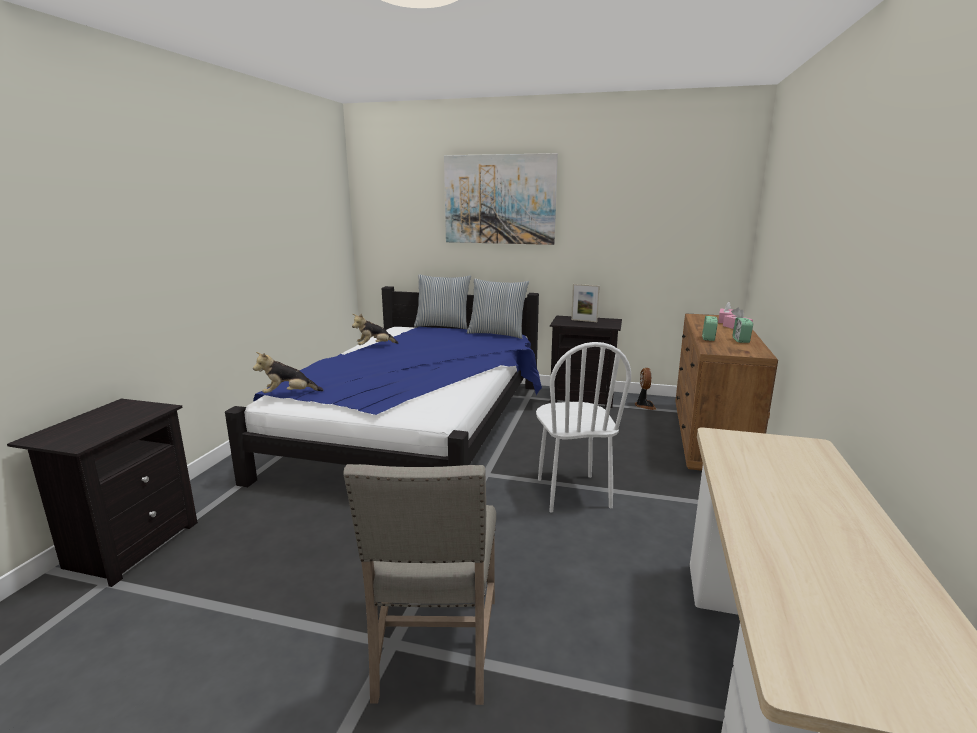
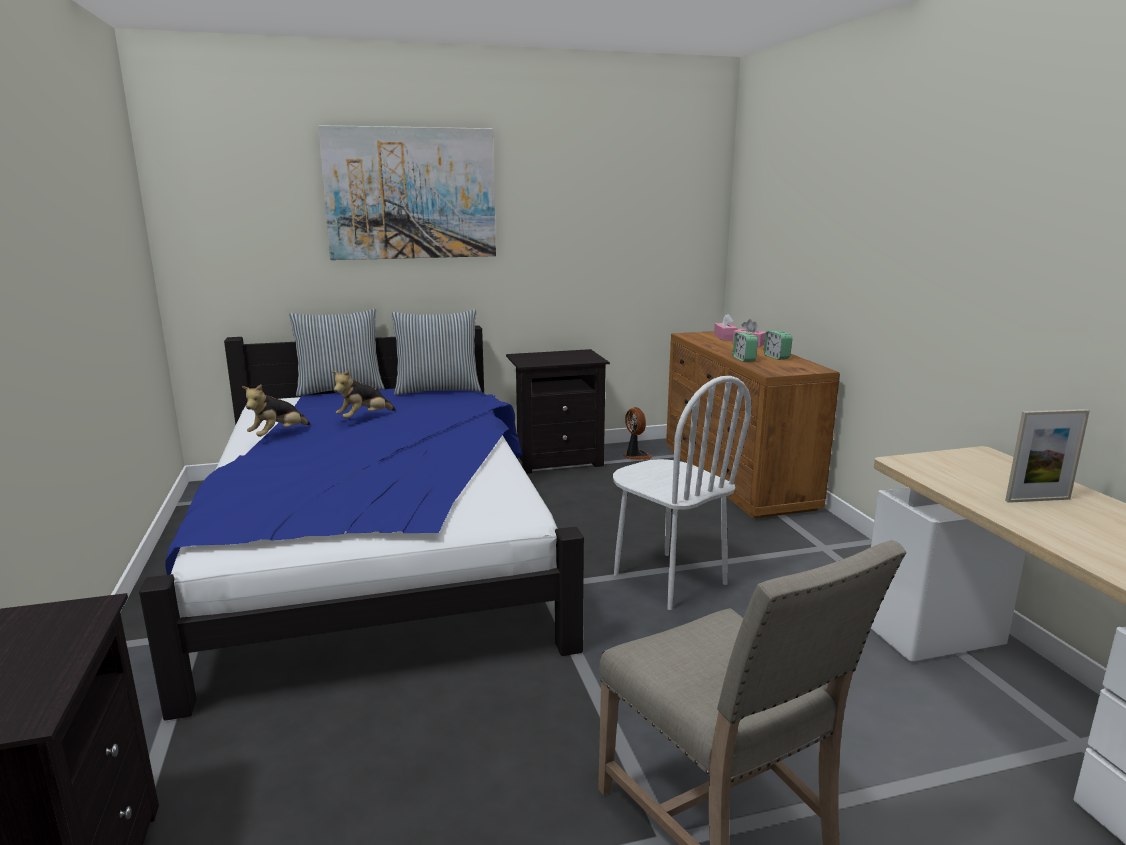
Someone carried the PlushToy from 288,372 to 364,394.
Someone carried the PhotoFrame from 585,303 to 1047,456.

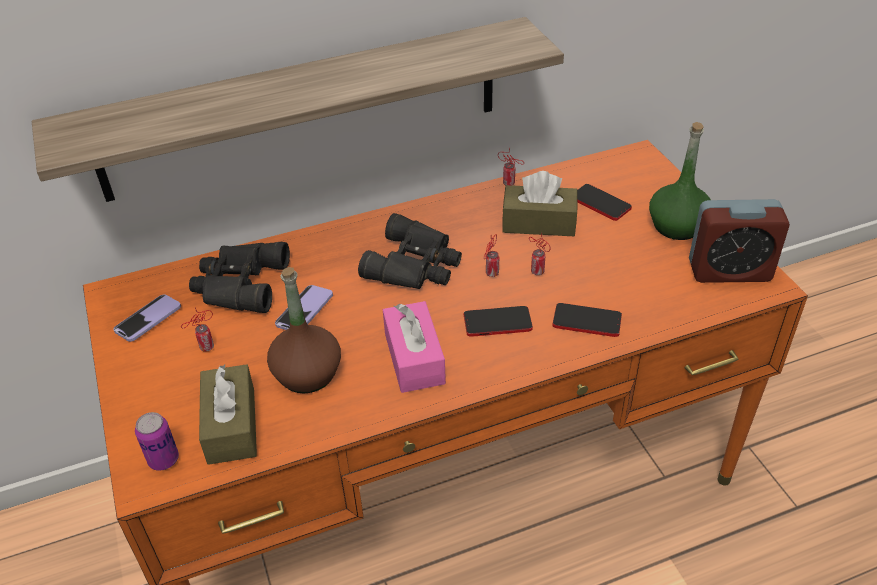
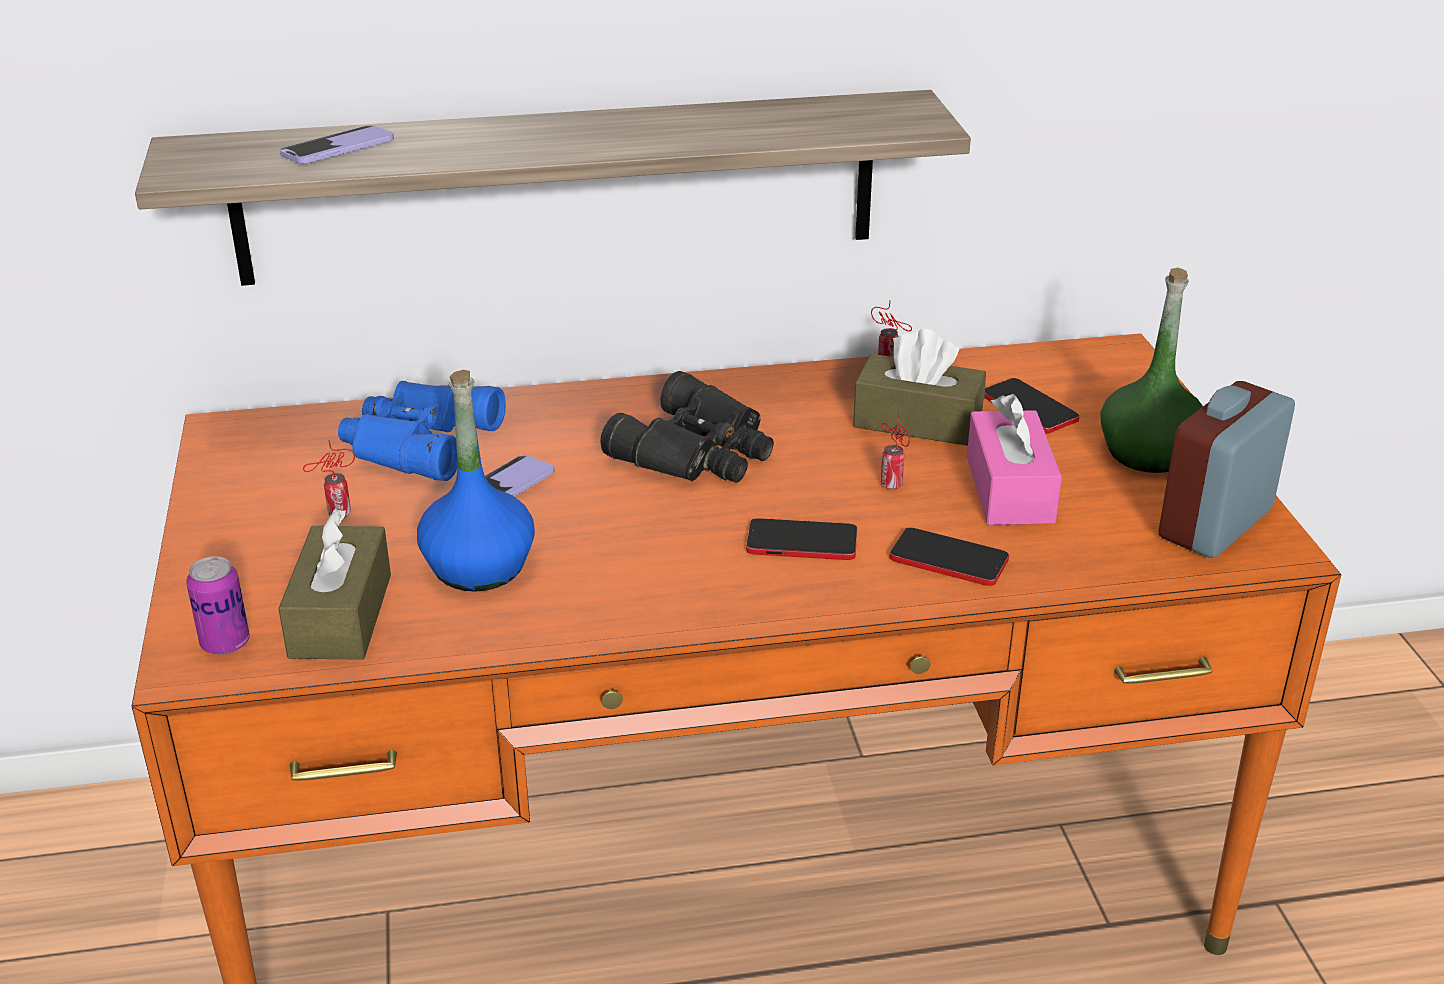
Someone carried the Telephone from 147,318 to 337,144.
Someone repainted the BlackColouredFieldGlasses at 239,277, which became the BlueFieldGlasses at 422,431.
Someone repainted the BrownBottle at 304,330, which became the BlueBottle at 476,481.
Someone carried the PinkColouredBoxOfTissues from 414,347 to 1014,459.
Someone took away the MetalCan at 491,255.
Someone rotated the BedsideClock at 739,241 by 120 degrees clockwise.

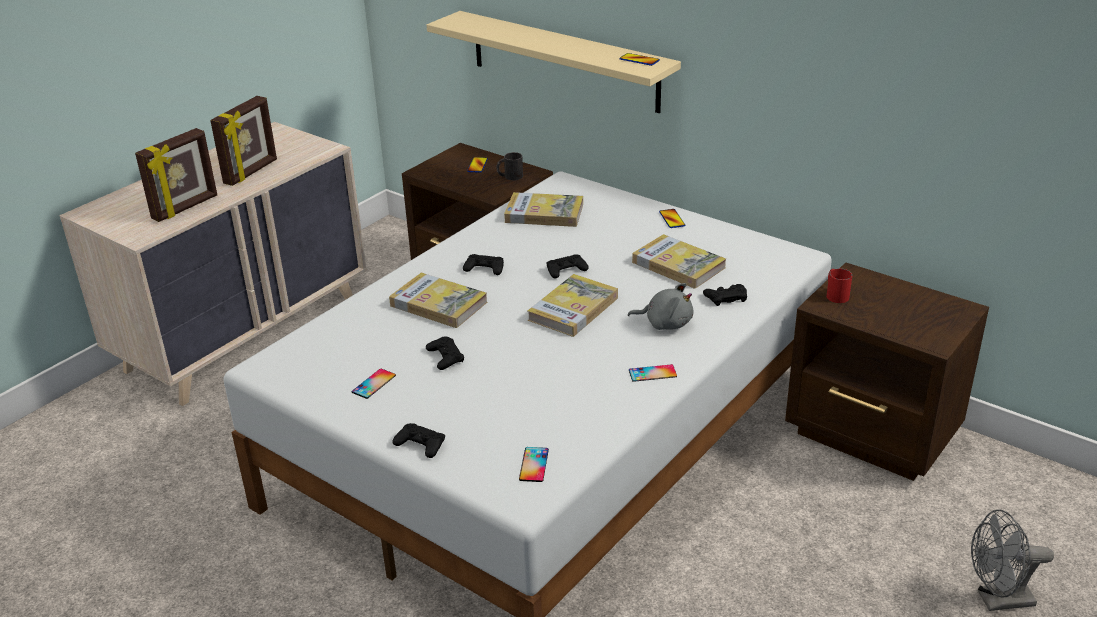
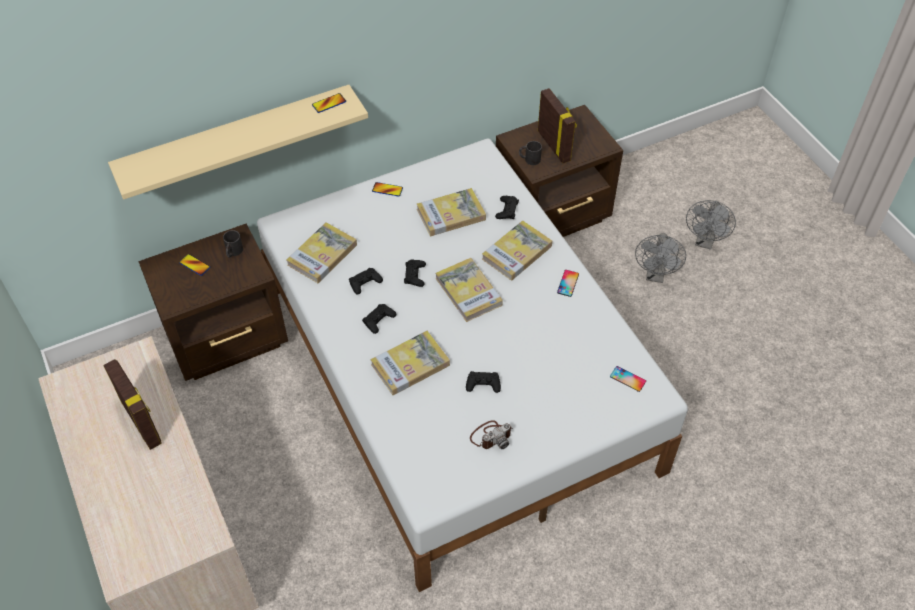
Someone carried the PhotoFrame from 176,175 to 557,126.
Someone swapped the Telephone at 374,384 for the StillCamera at 491,434.
Someone carried the BlackColouredGameController from 418,440 to 366,281.
Someone swapped the GreyPlushToy at 661,306 for the BoundBook at 517,250.
Someone repainted the RedColouredTeaMug at 839,285, which became the BlackColouredTeaMug at 530,153.
Someone put down the GreyCoolingFan at 660,258.

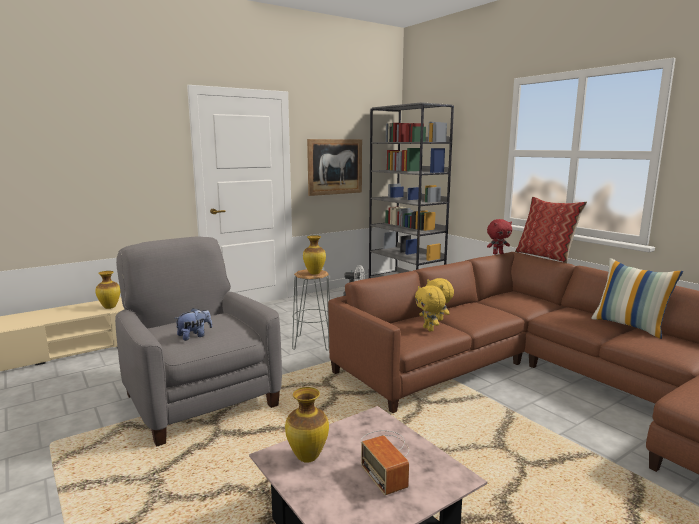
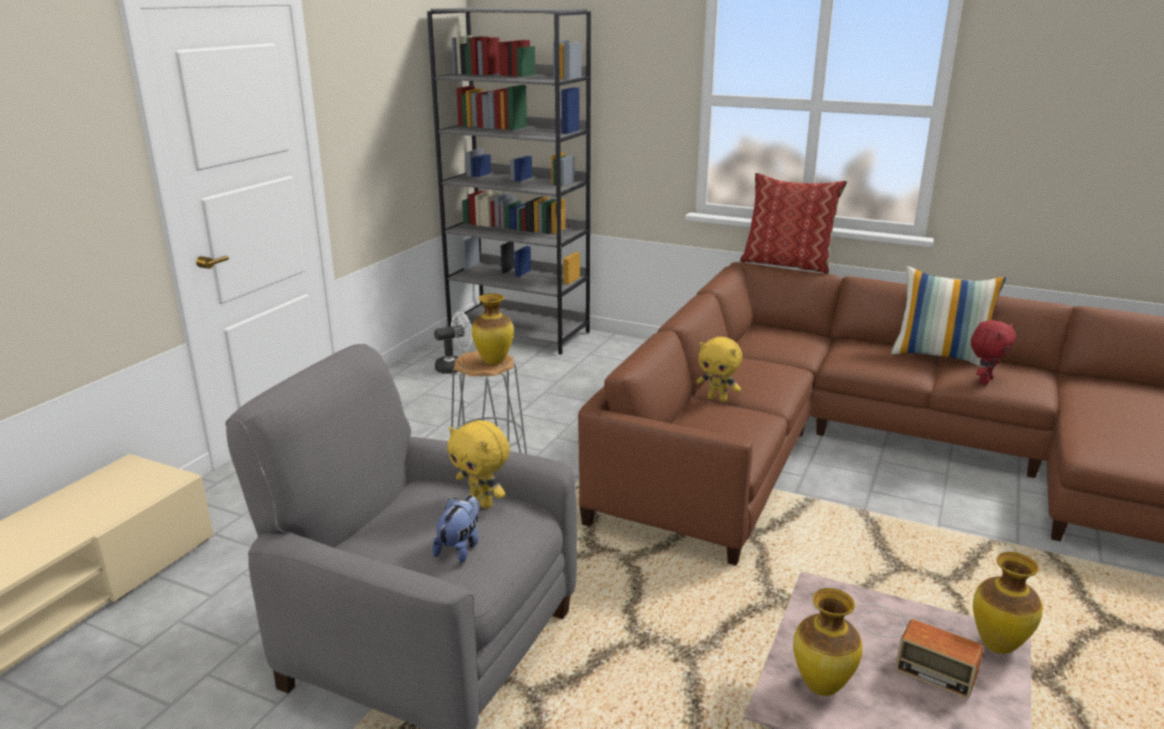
Someone carried the DecorativeVase from 107,290 to 1008,603.
Someone took away the Picture at 334,167.
Someone carried the YellowishPlushToy from 430,308 to 478,464.
Someone carried the RedColouredPlushToy from 499,237 to 993,352.

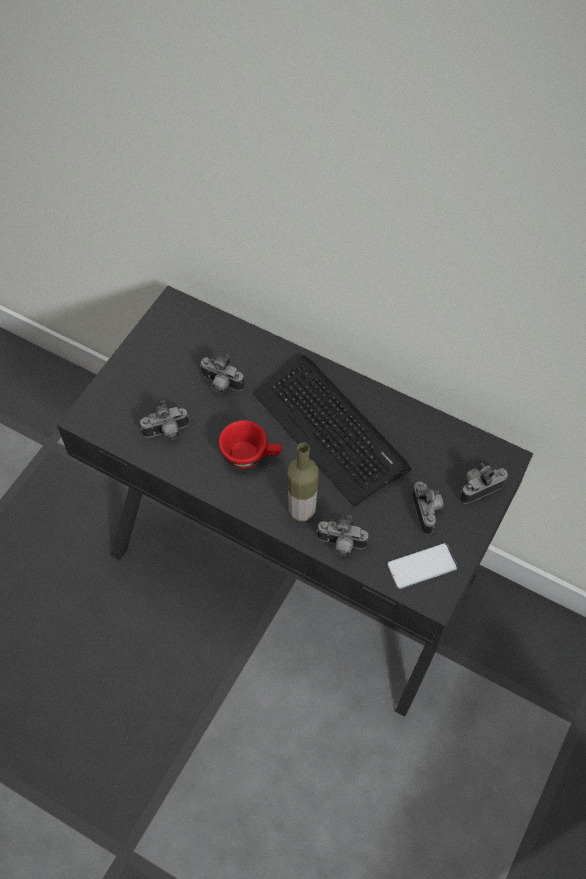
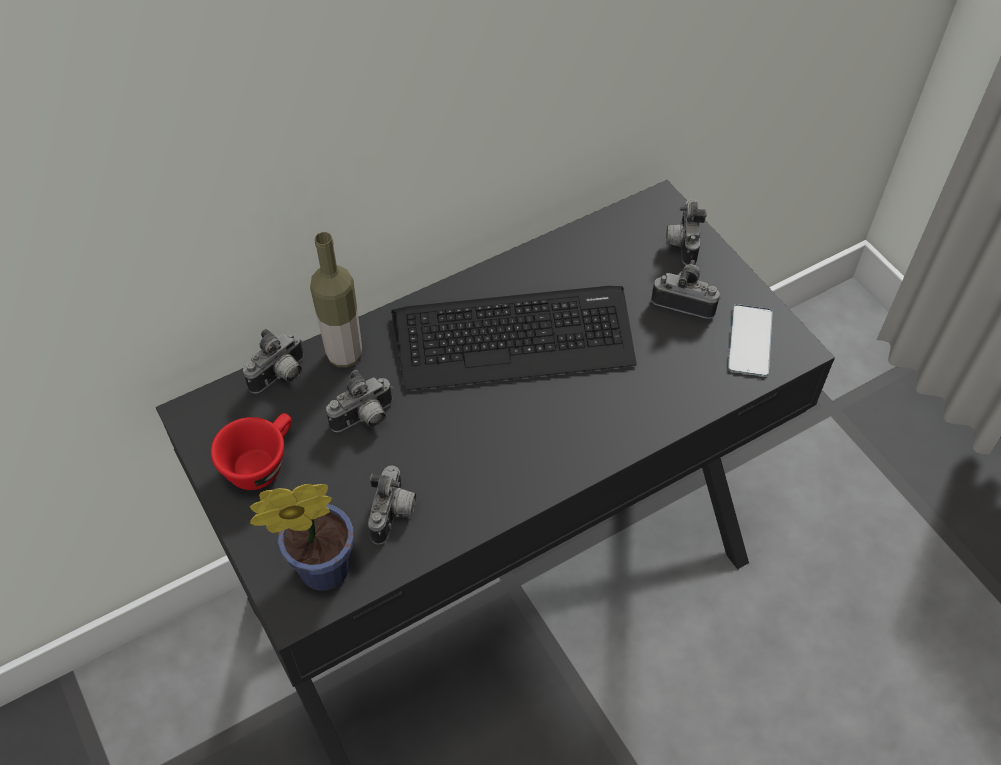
Someone carried the RedColouredCup from 250,444 to 251,451.
Someone carried the Bottle from 302,482 to 336,299.
Someone carried the StillCamera from 343,535 to 273,361.
Someone put down the PlantInAPot at 301,537.

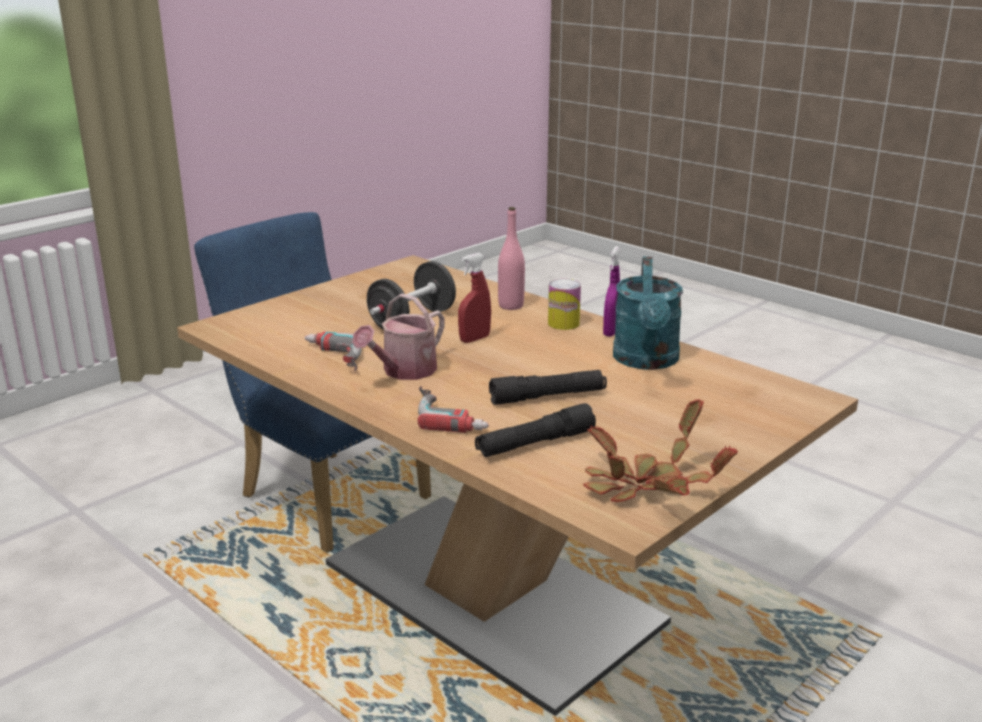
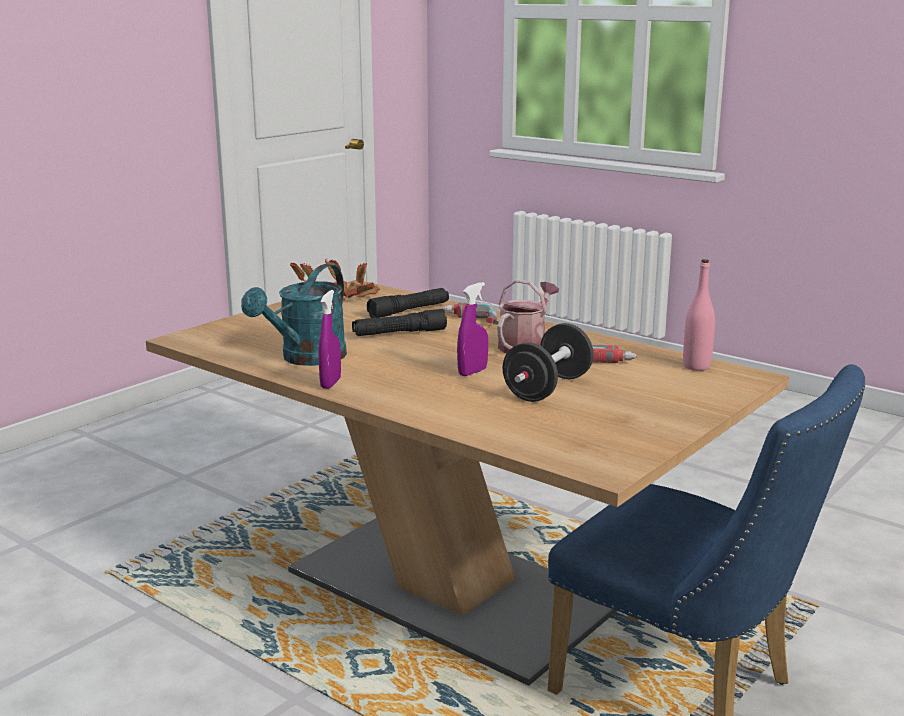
Someone repainted the RedColouredSprayBottle at 474,298, which became the PurplishSprayBottle at 472,329.
Someone carried the PinkColouredBottle from 511,258 to 699,315.
Someone took away the MetalCan at 564,304.
Someone rotated the TurquoiseColouredSprinklingCan at 648,313 by 150 degrees counterclockwise.

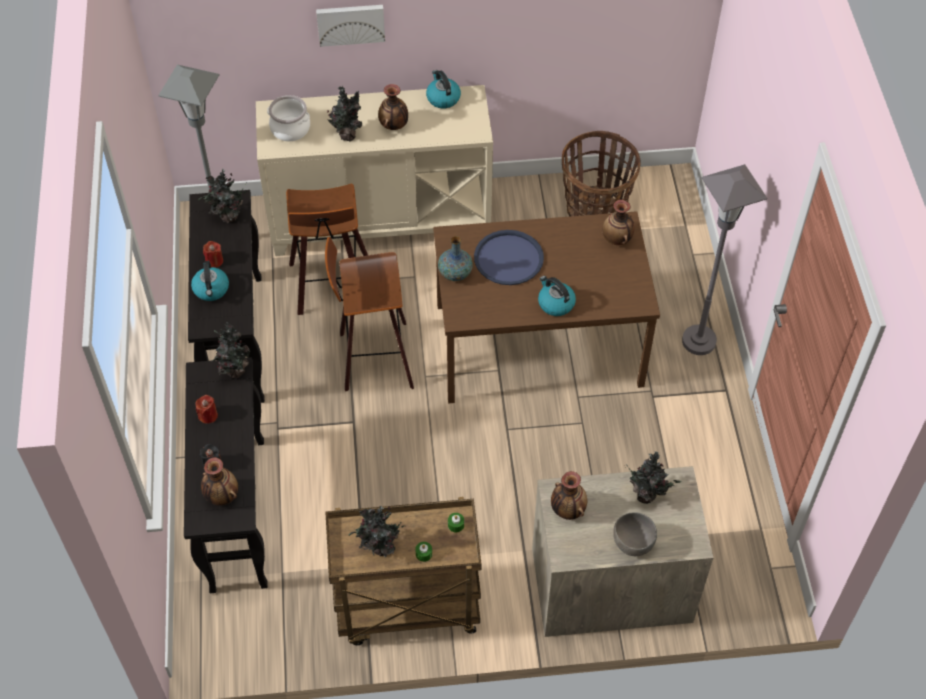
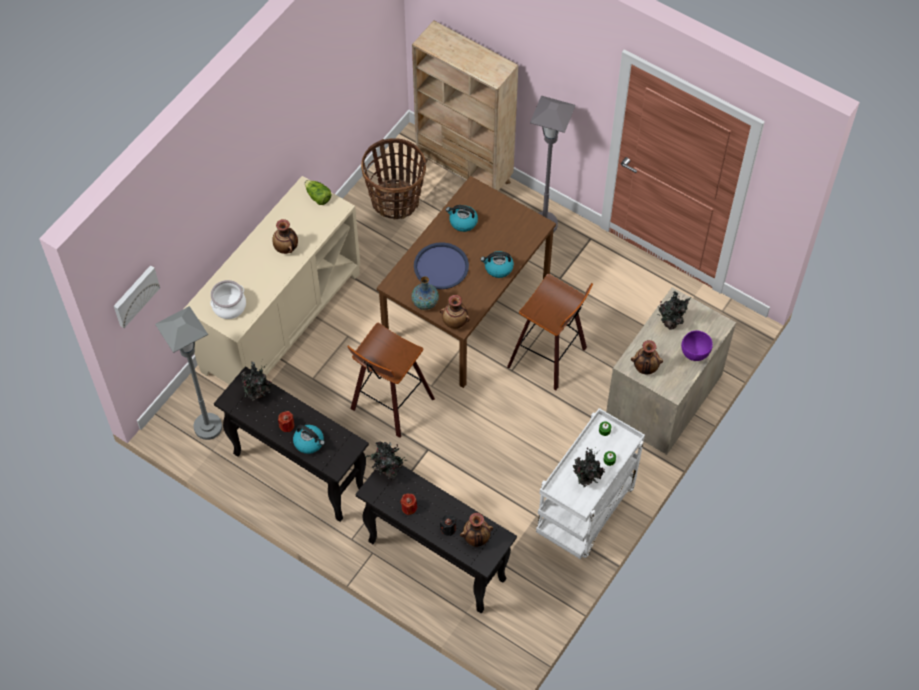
Someone carried the SittingStool from 327,249 to 550,332.
Someone carried the Picture from 350,26 to 137,296.
Someone repainted the BrownWheeledCart at 403,571, which became the WhitishWheeledCart at 590,483.
Someone took away the PlantInAPot at 344,113.
Someone carried the Kettle from 443,89 to 462,218.
Someone carried the DecorativeVase from 618,222 to 455,312.
Someone repainted the GreyBowl at 635,534, which became the PurplishBowl at 697,345.
Someone put down the LettuceHead at 318,192.
Someone put down the SandColouredShelvingUnit at 465,105.

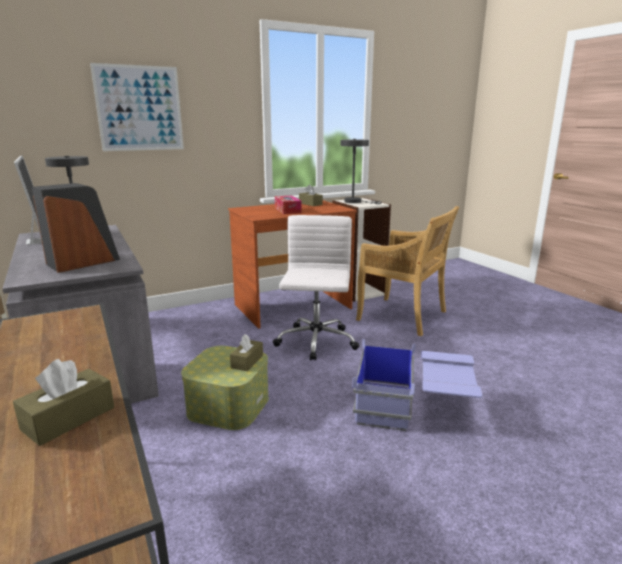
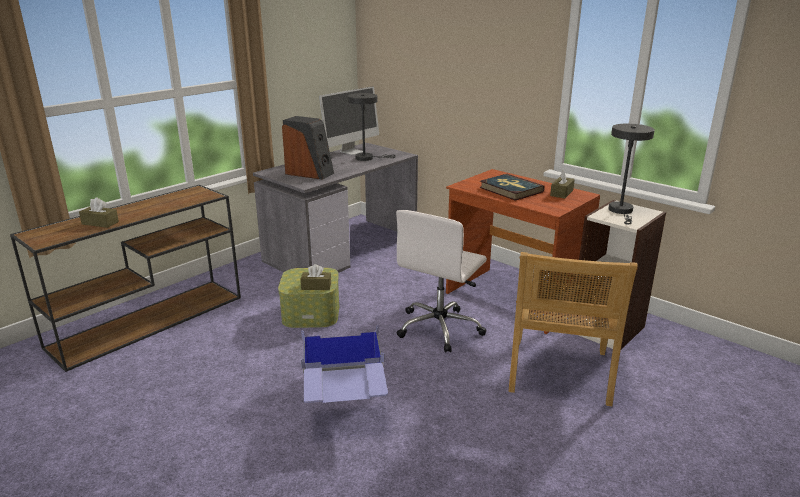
Someone took away the Picture at 137,107.
Someone rotated the WhitishComputerChair at 316,288 by 135 degrees clockwise.
Someone swapped the BoxOfTissues at 288,205 for the BoundBook at 512,187.

